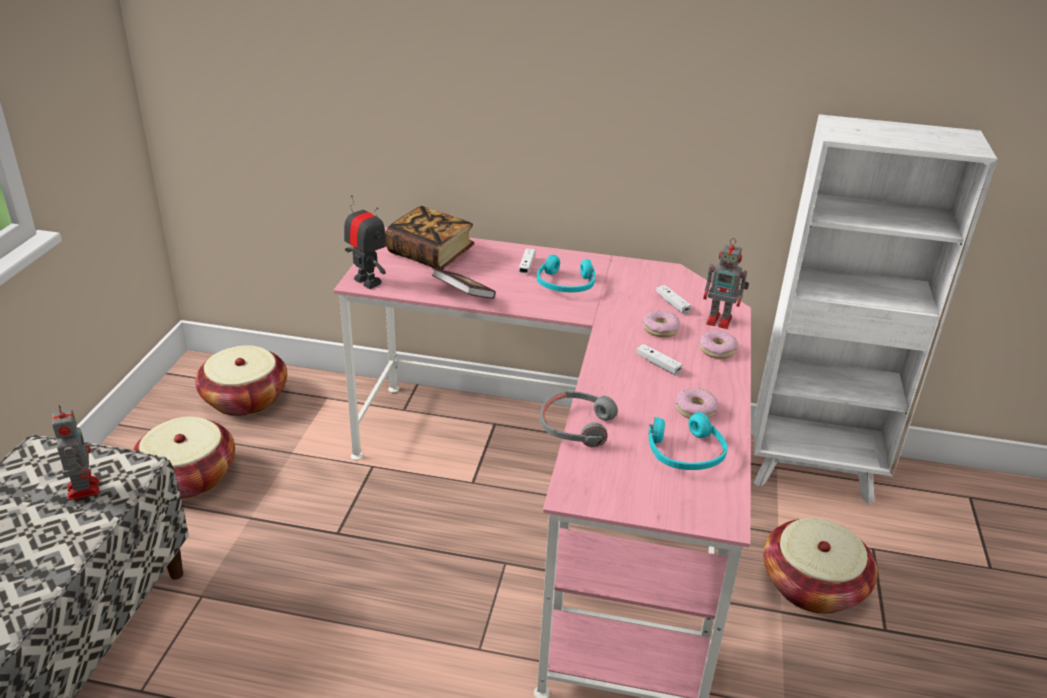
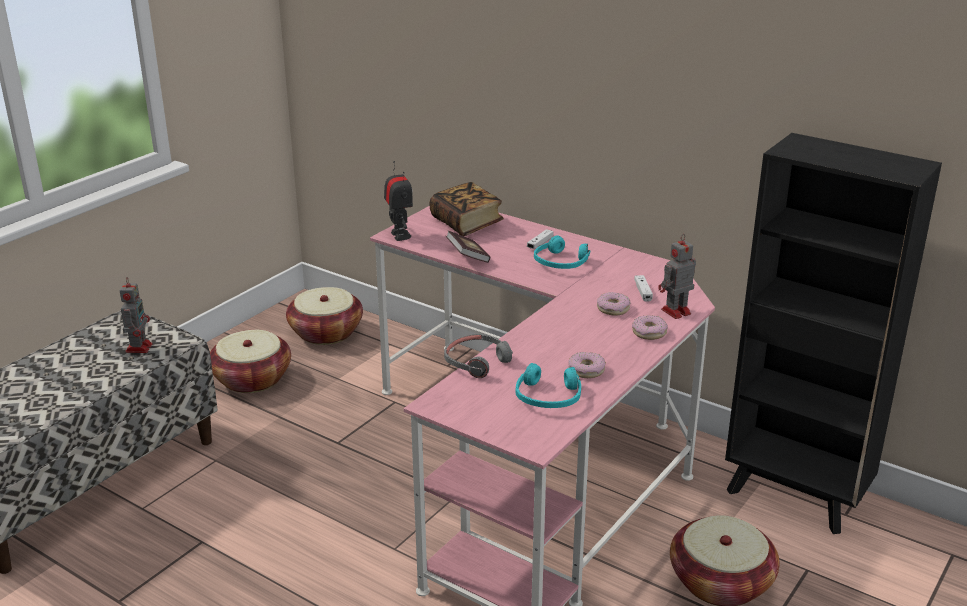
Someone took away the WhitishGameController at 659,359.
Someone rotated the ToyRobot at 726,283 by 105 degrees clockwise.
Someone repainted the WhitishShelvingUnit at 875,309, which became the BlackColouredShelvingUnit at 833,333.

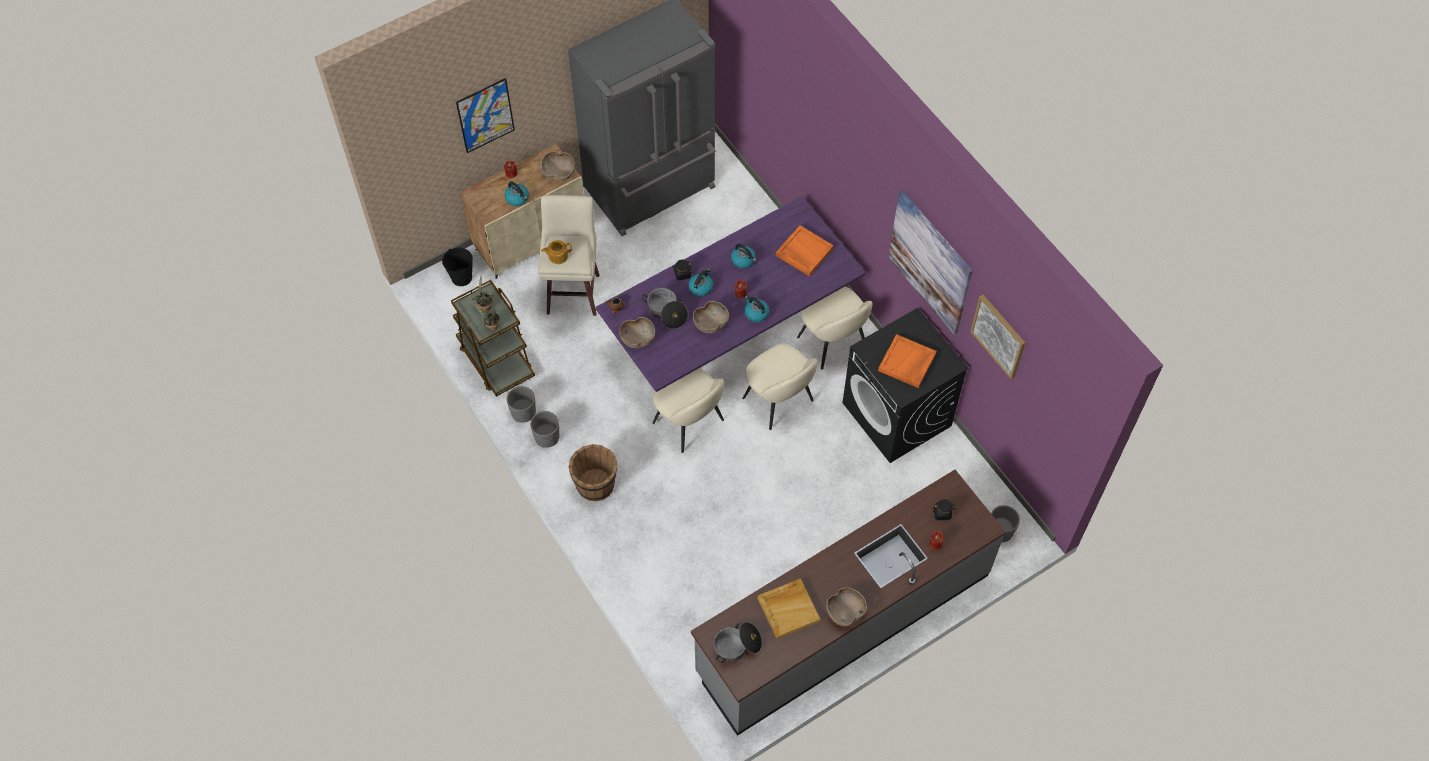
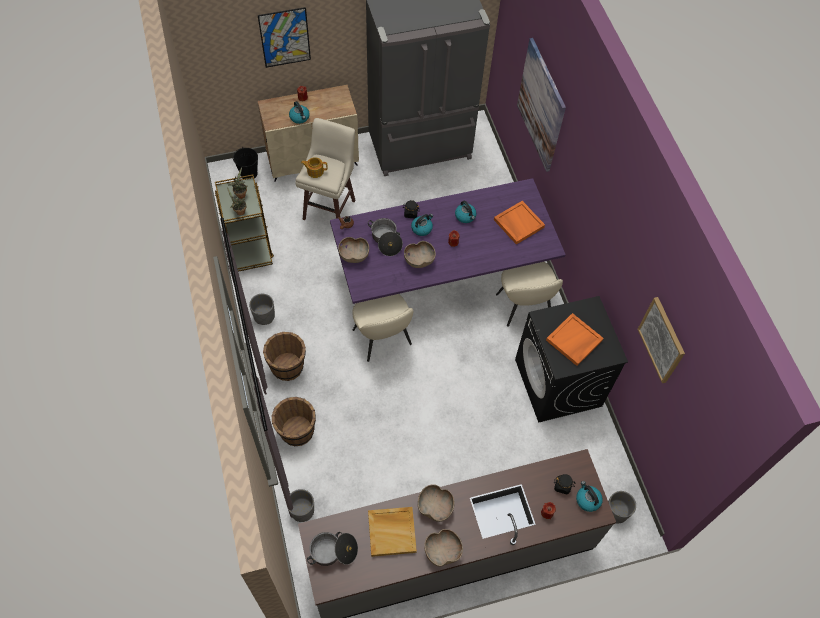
Someone carried the GreyPlantPot from 521,404 to 300,505.
Someone carried the BrownBowl from 558,166 to 436,503.
Someone took away the SandColouredPlainChair at 779,387.
Someone carried the Kettle from 756,309 to 589,496.
Someone carried the Picture from 930,263 to 541,105.
Someone put down the BrownWaterBucket at 294,421.

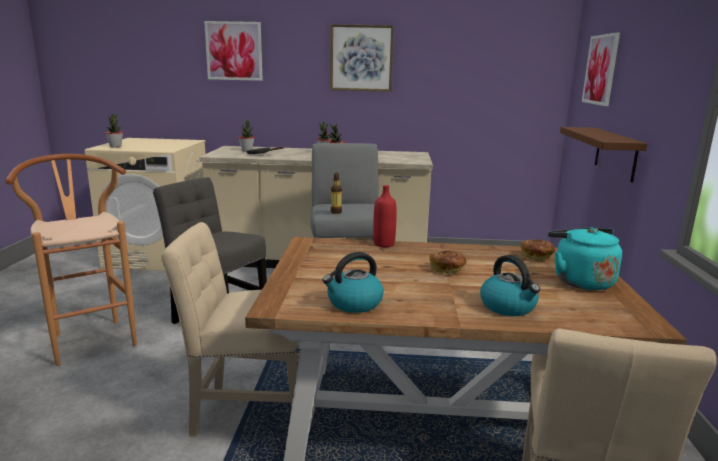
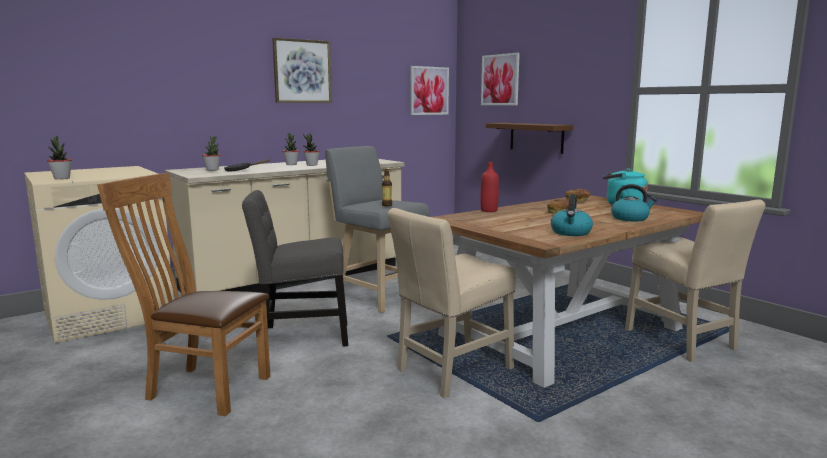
Someone swapped the BrownSittingStool at 71,260 for the BrownPlainChair at 183,294.
Someone carried the Picture from 233,51 to 429,90.

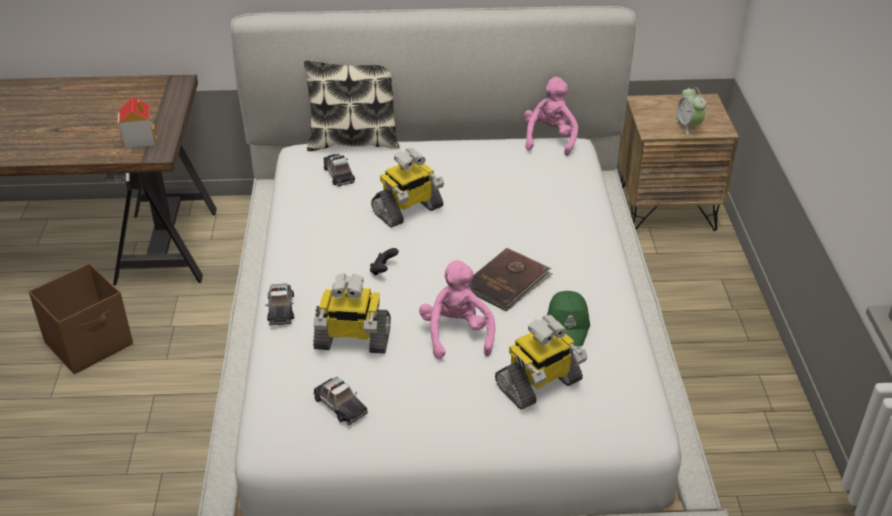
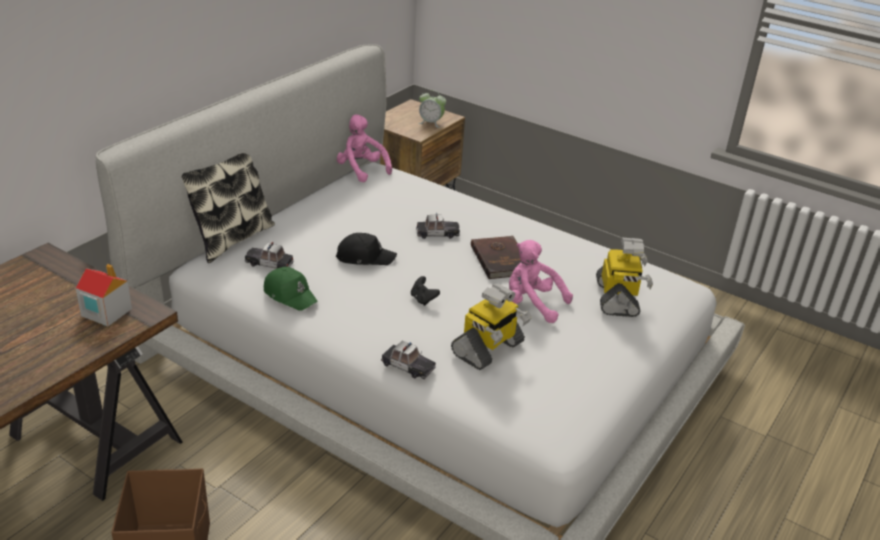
Someone carried the ToyCar from 340,401 to 438,226.
Someone swapped the ToyRobot at 407,188 for the BlackColouredCap at 366,249.
Someone carried the GreenishCap from 568,318 to 291,289.

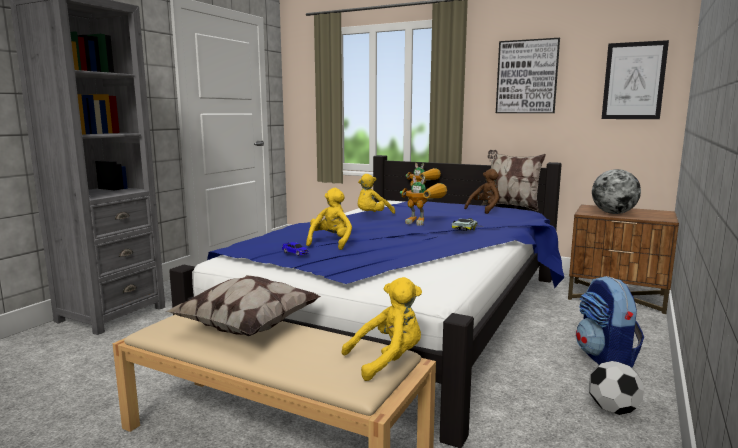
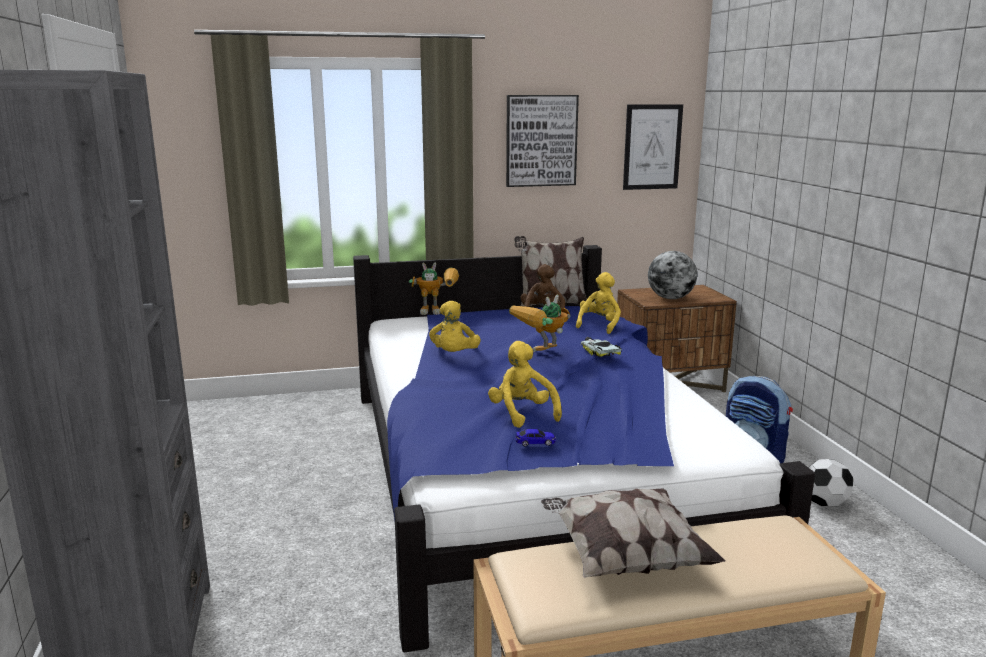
Someone carried the YellowishPlushToy from 382,329 to 598,303.
Someone rotated the ToyRobot at 423,201 by 150 degrees clockwise.

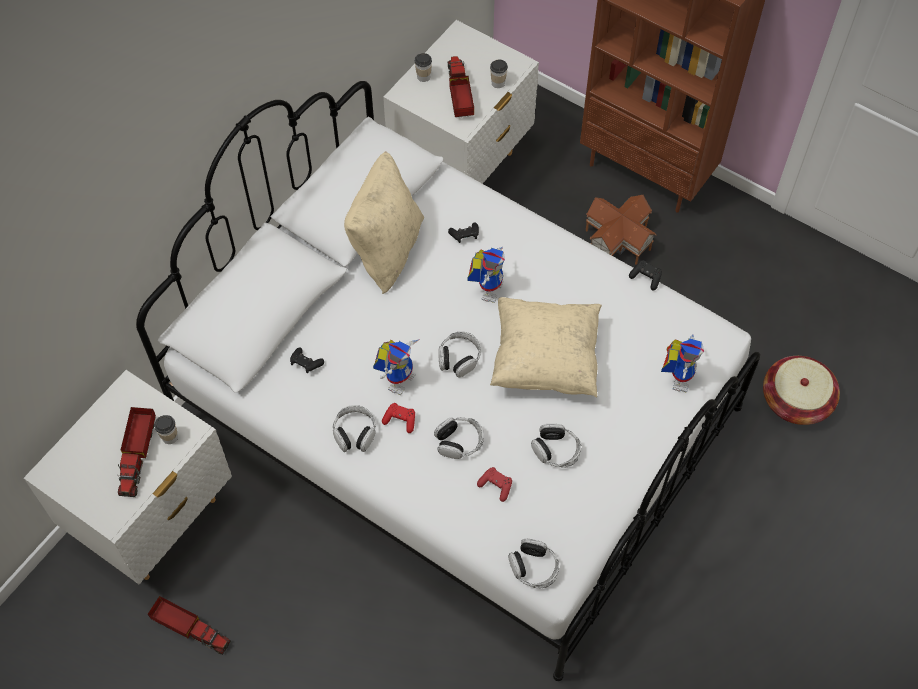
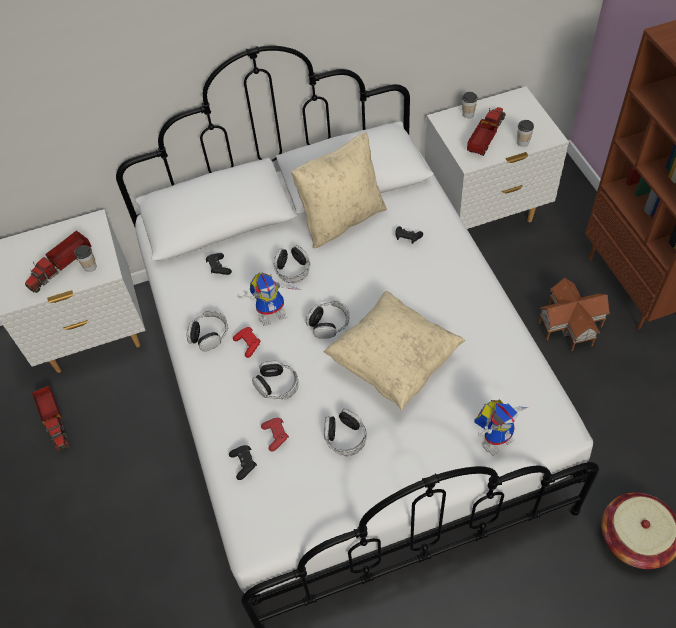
Someone took away the ToyRobot at 486,275.
Someone carried the Headphones from 534,564 to 292,264.
Someone carried the BlackColouredGameController from 645,275 to 243,462.

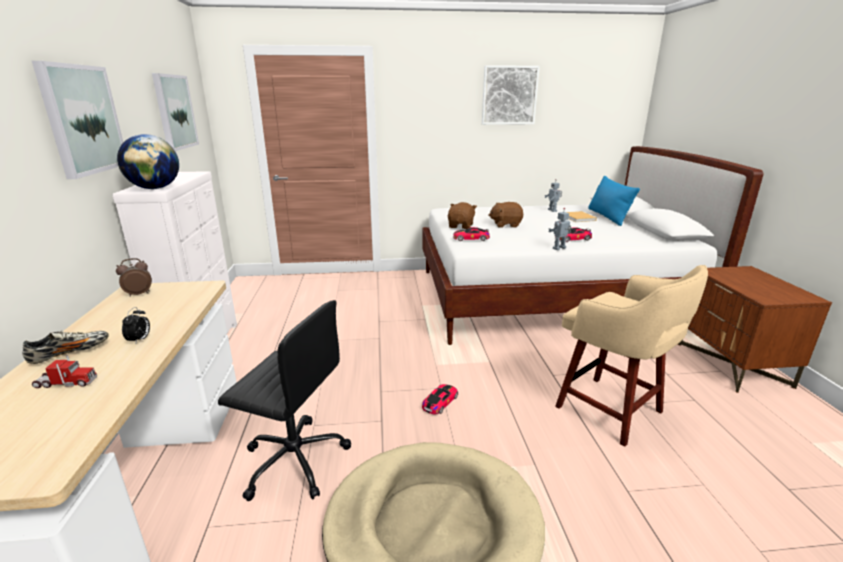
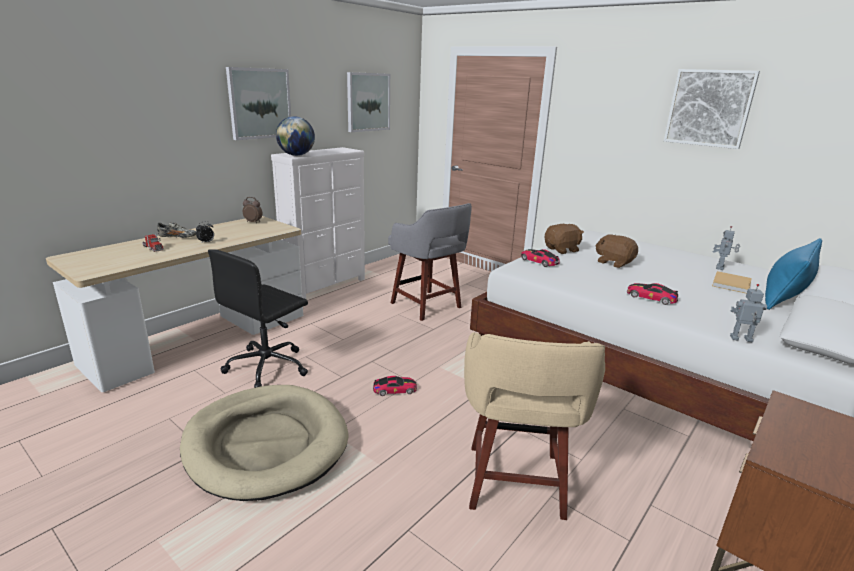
Someone rotated the BlackColouredComputerChair at 284,400 by 60 degrees clockwise.
Someone carried the ToyRobot from 559,229 to 748,313.
Someone put down the GreySittingStool at 430,262.

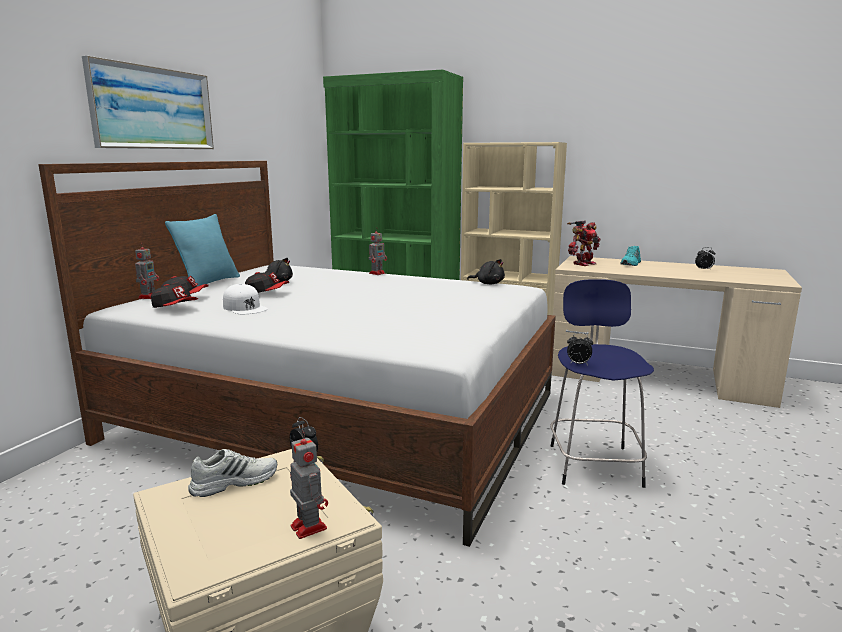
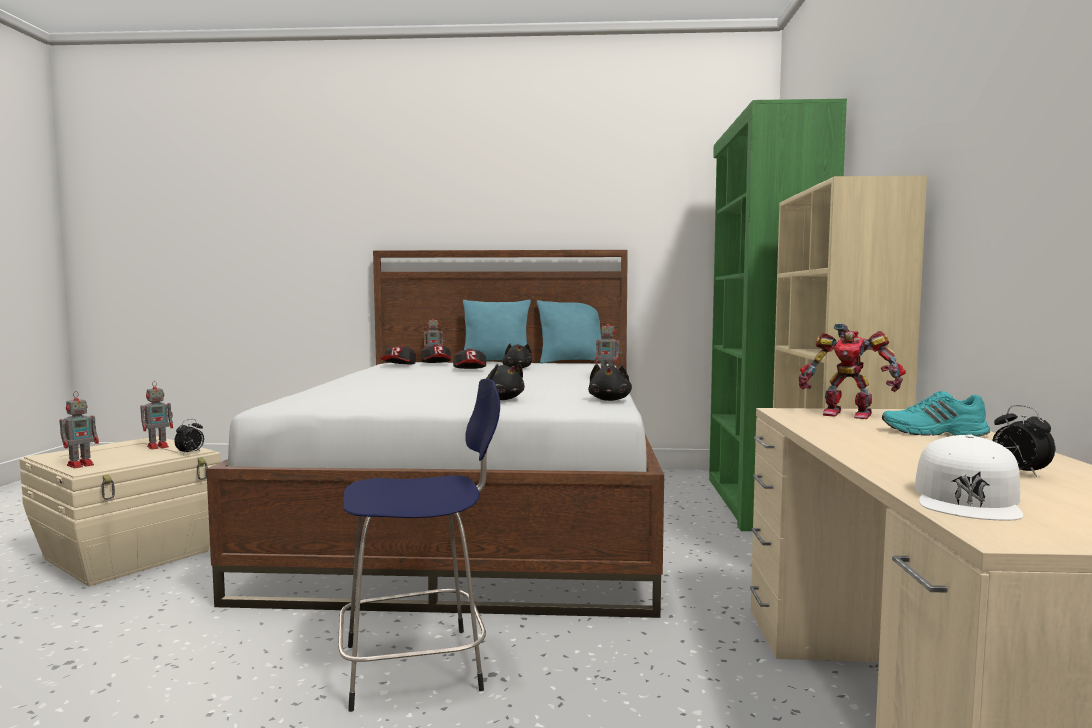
Someone took away the Picture at 148,102.
Someone swapped the WhitishShoe at 232,473 for the ToyRobot at 156,415.
Someone carried the WhitishCap from 245,299 to 969,477.
Someone took away the BedsideClock at 580,349.
Someone put down the BlackColouredPlushToy at 505,381.
Someone put down the TurquoiseColouredCushion at 569,332.

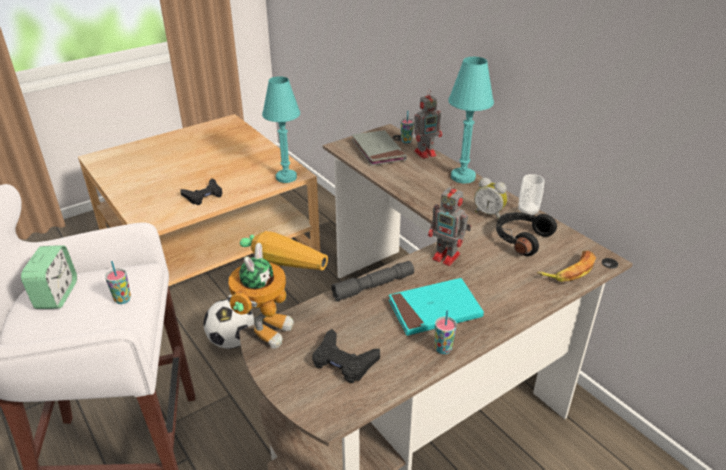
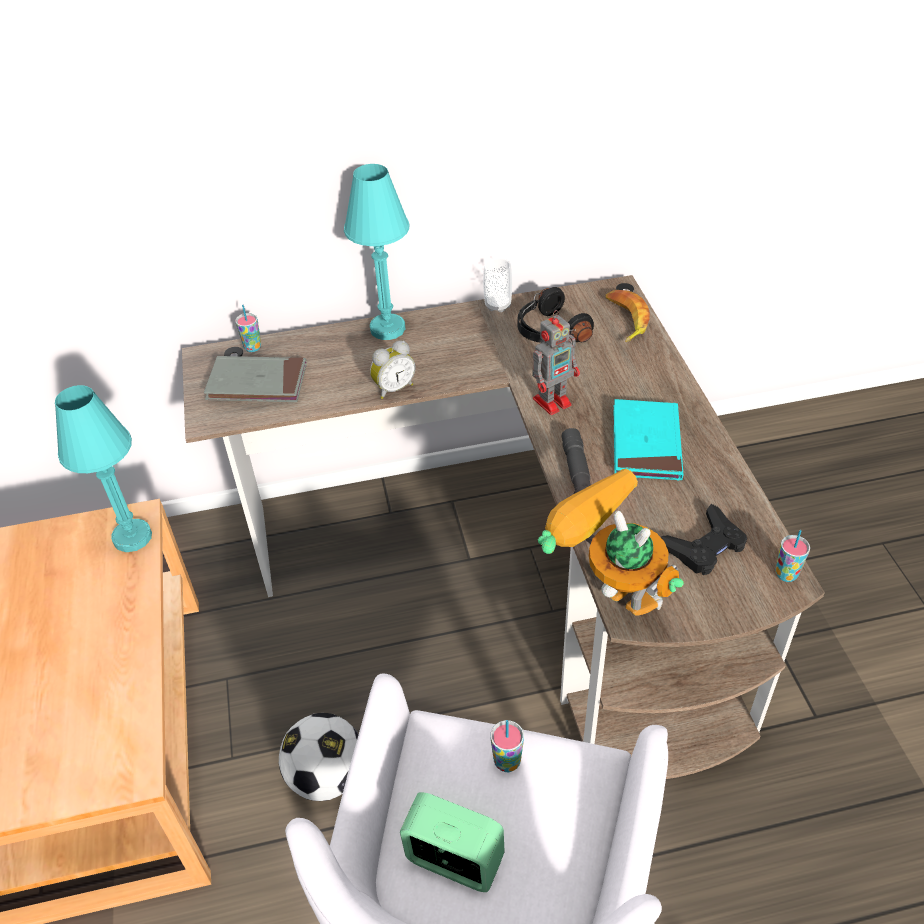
Someone took away the BlackColouredGameController at 201,191.
Someone took away the ToyRobot at 428,124.
Someone carried the Cup from 446,332 to 792,556.
Someone carried the BedsideClock from 490,198 to 392,369.

